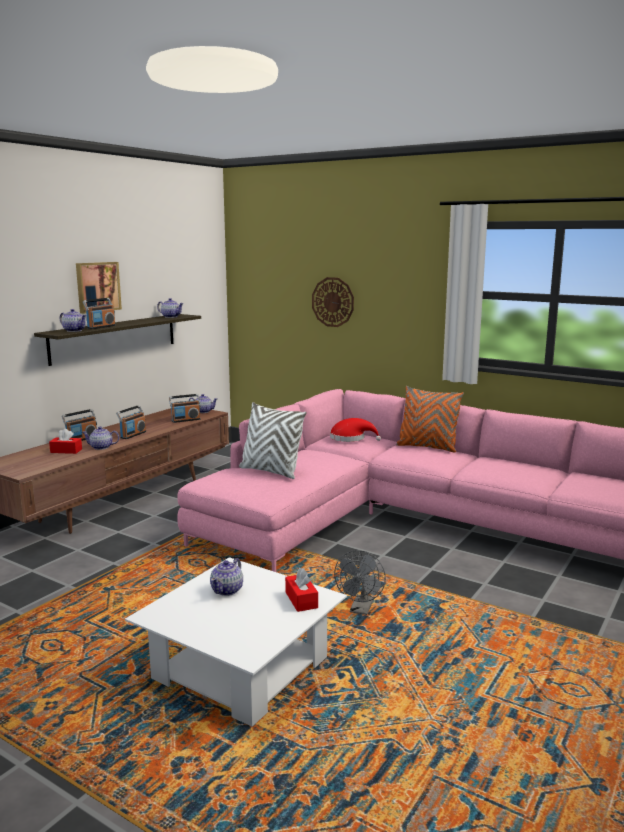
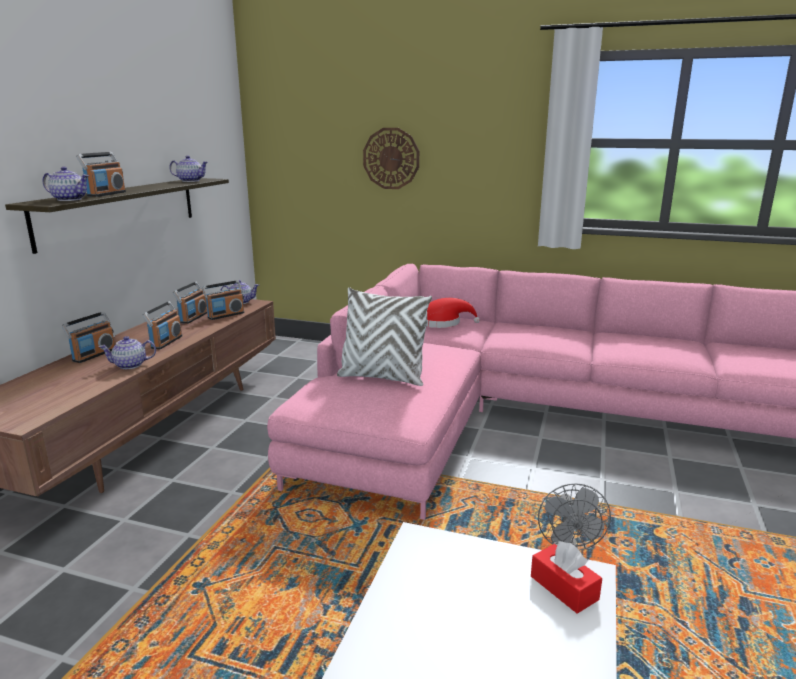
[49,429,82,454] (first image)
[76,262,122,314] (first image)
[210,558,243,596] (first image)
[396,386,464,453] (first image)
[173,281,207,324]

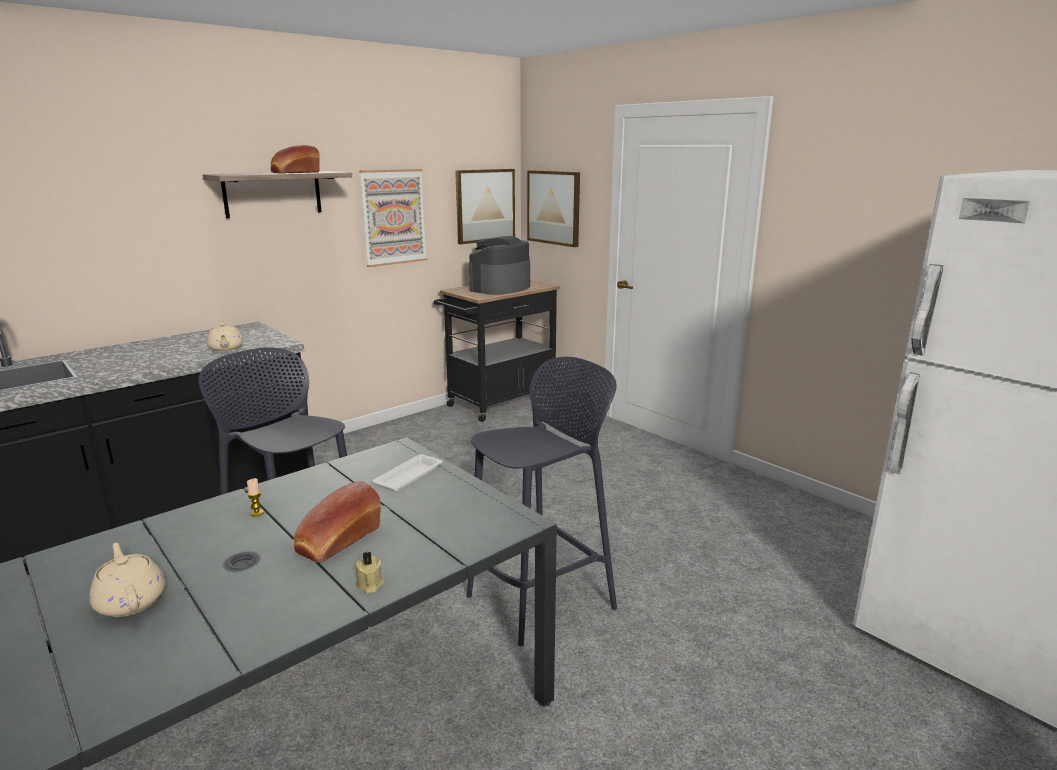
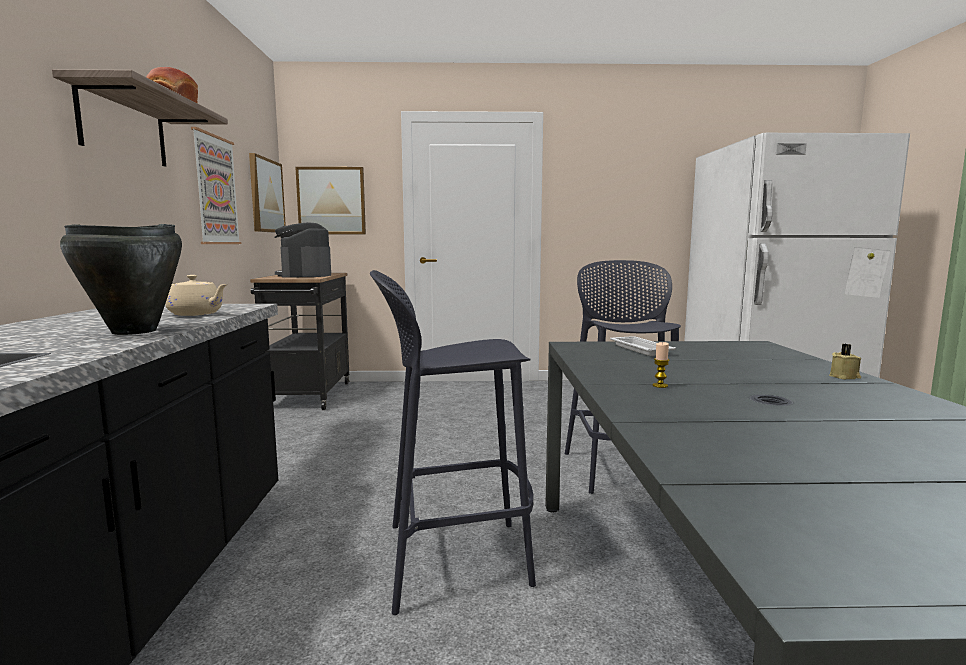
[89,543,166,617] (first image)
[294,481,381,563] (first image)
[60,224,182,335]

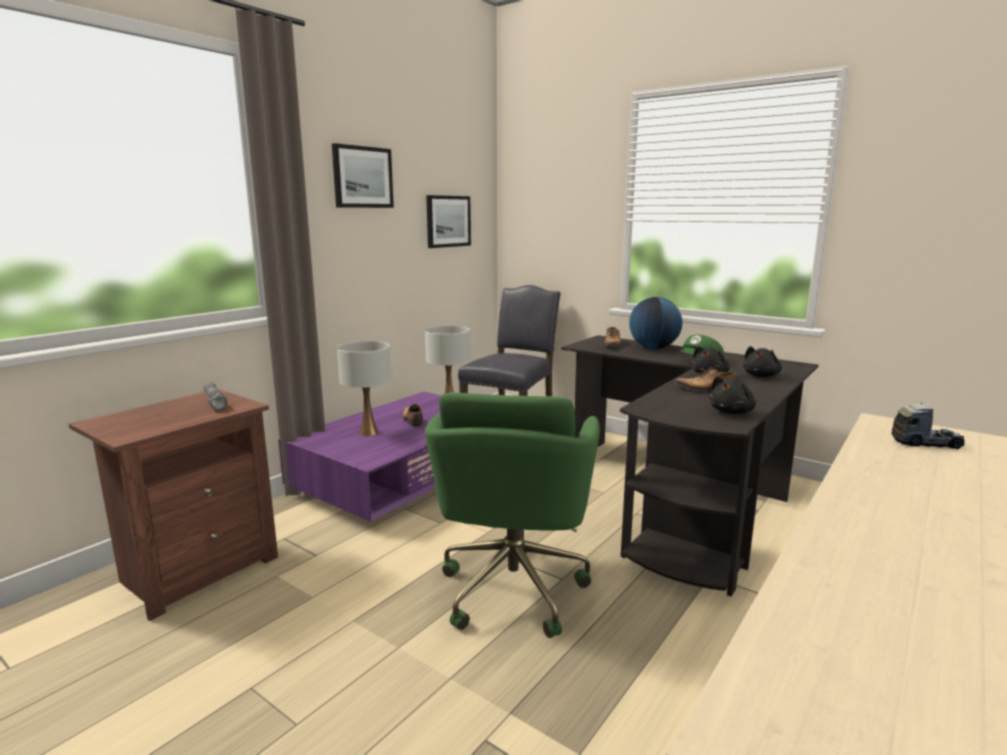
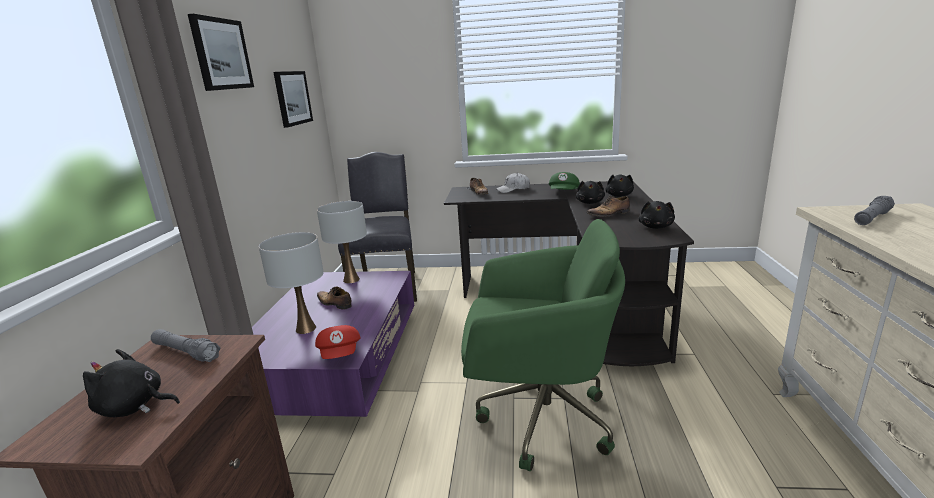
[461,219,625,471]
[496,173,530,193]
[854,196,895,225]
[83,349,180,417]
[315,325,361,359]

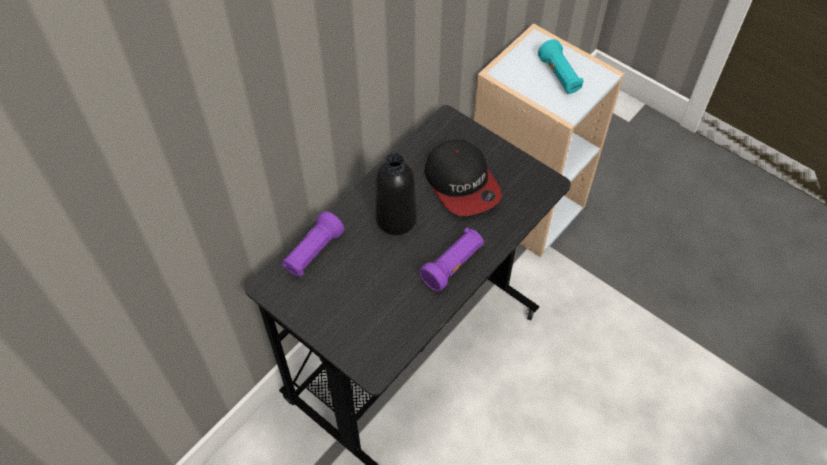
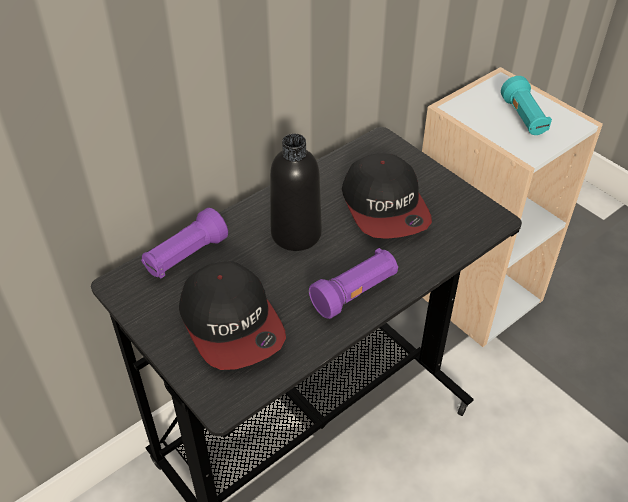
[179,261,286,370]

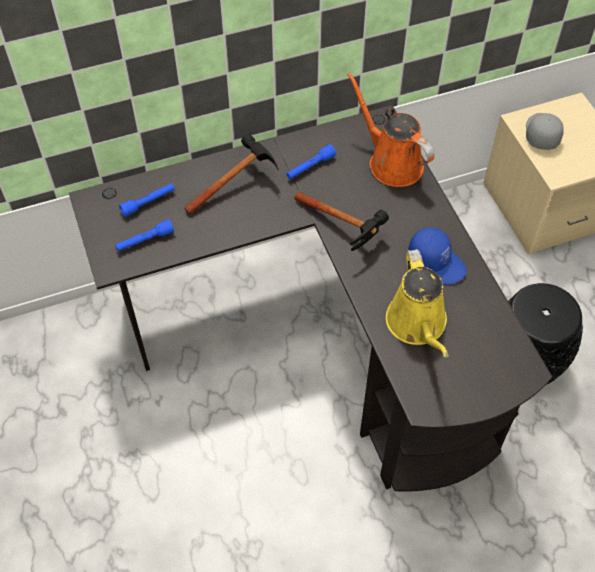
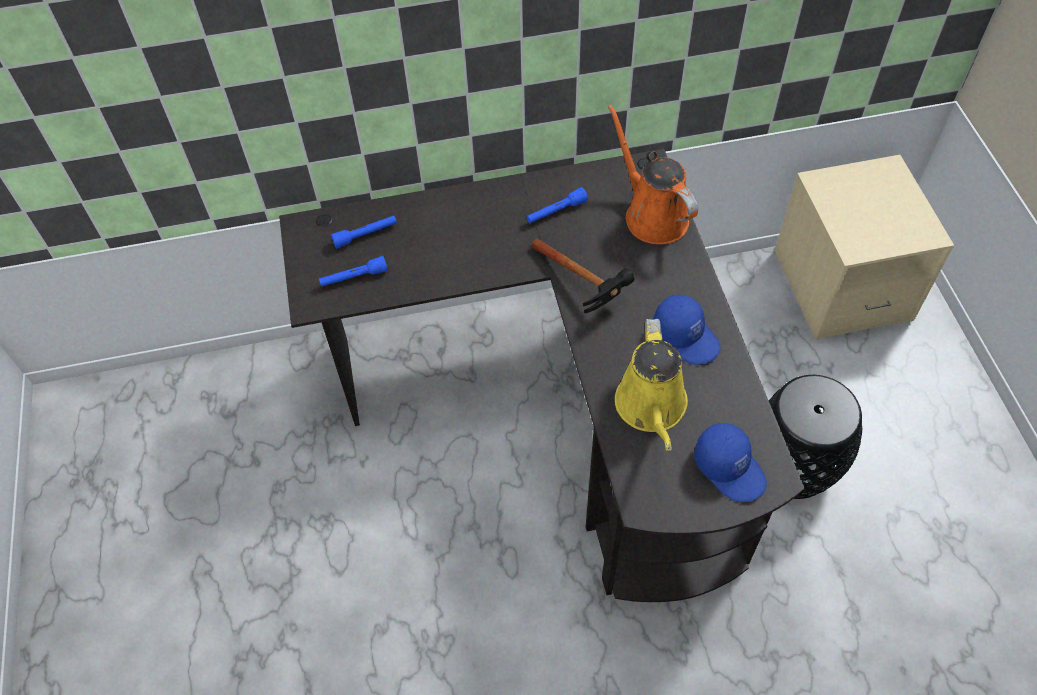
[184,134,279,215] (first image)
[526,113,564,150] (first image)
[694,423,767,502]

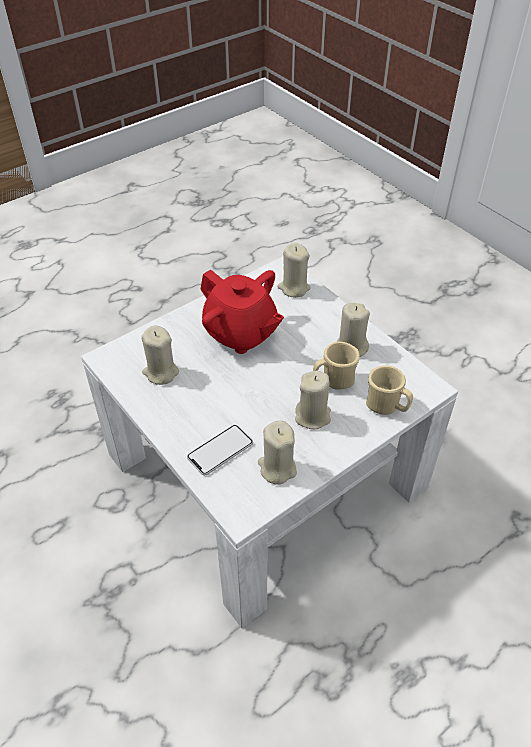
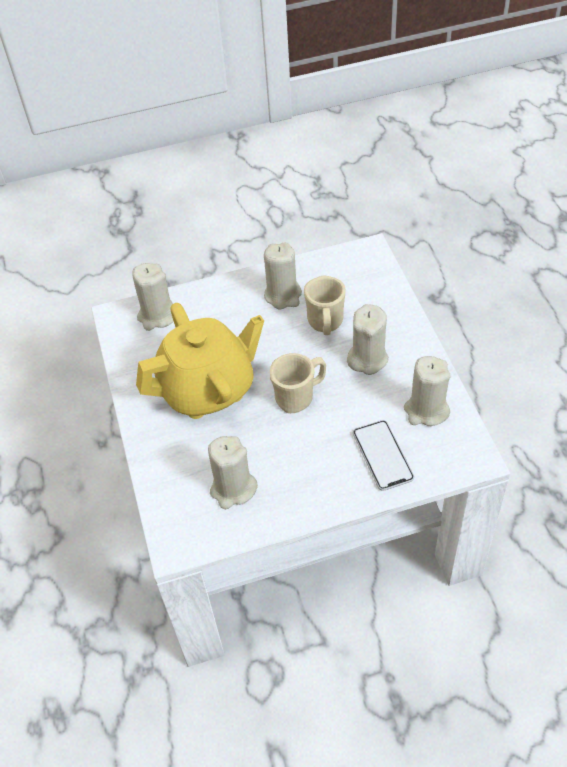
[136,303,264,419]
[270,353,326,413]

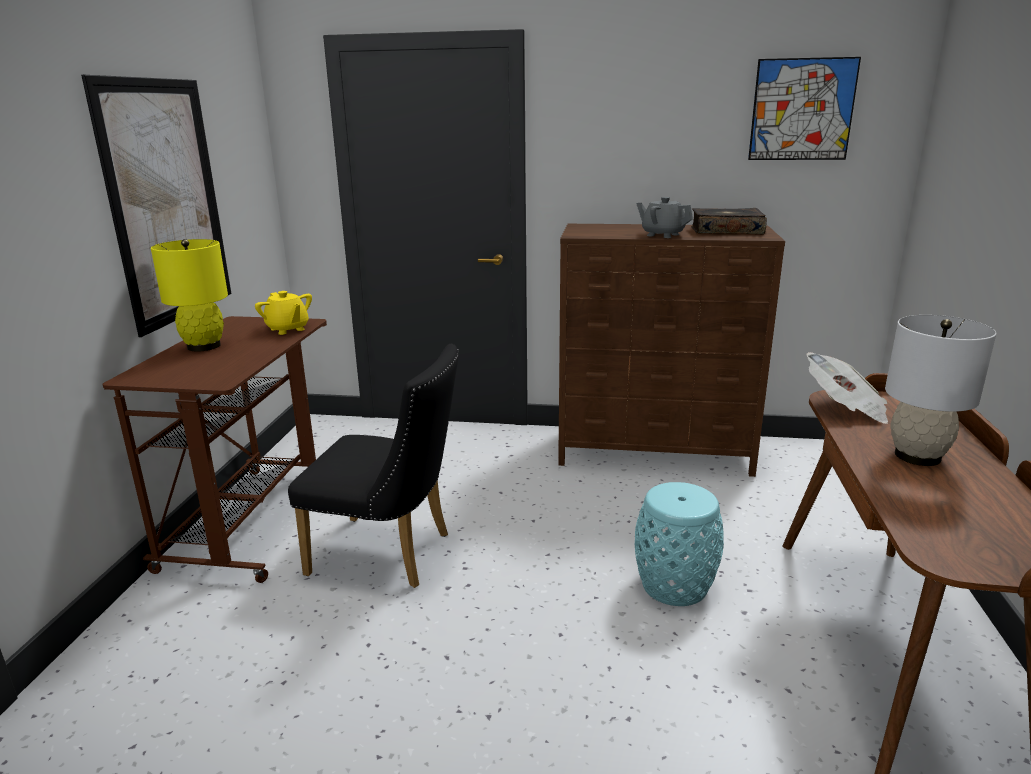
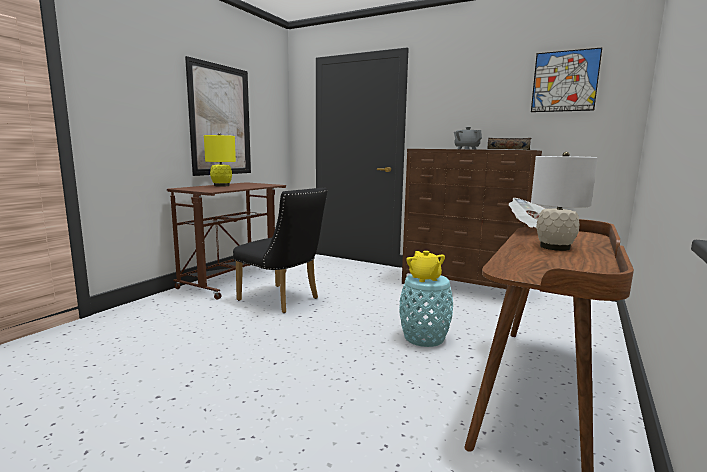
[406,251,445,282]

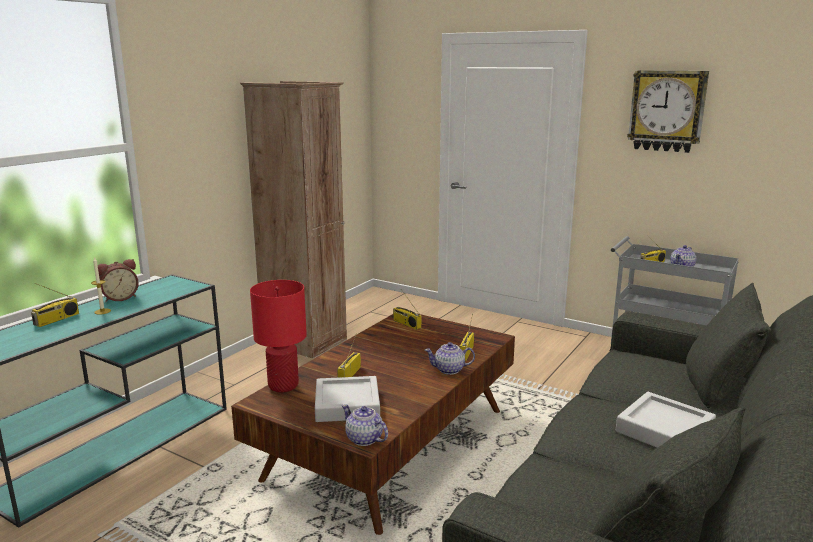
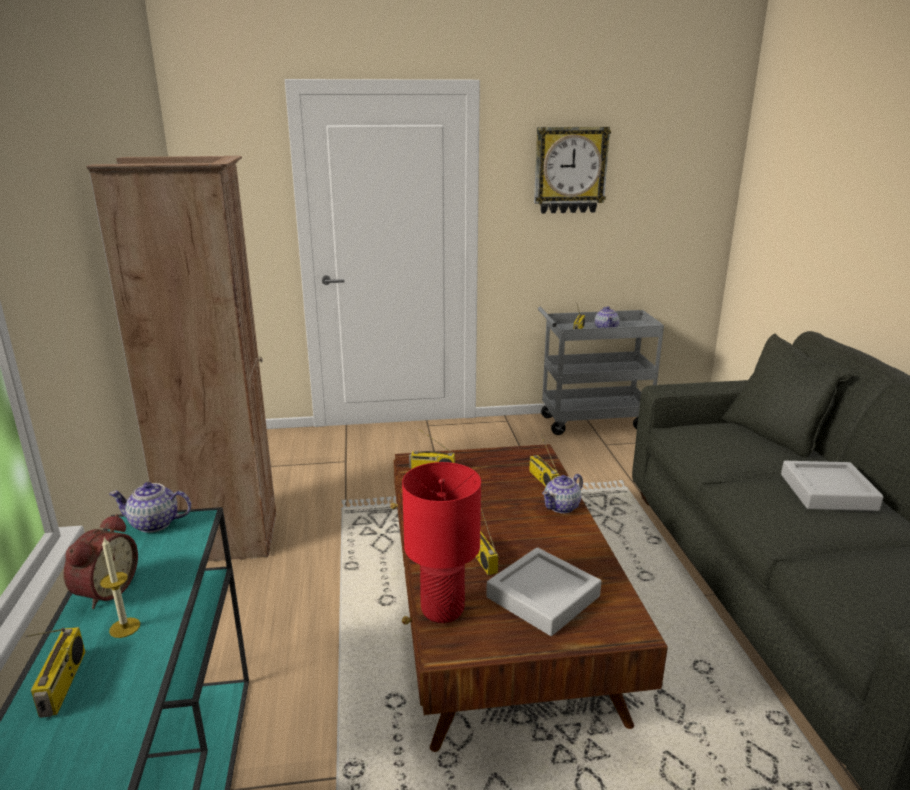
[109,482,191,533]

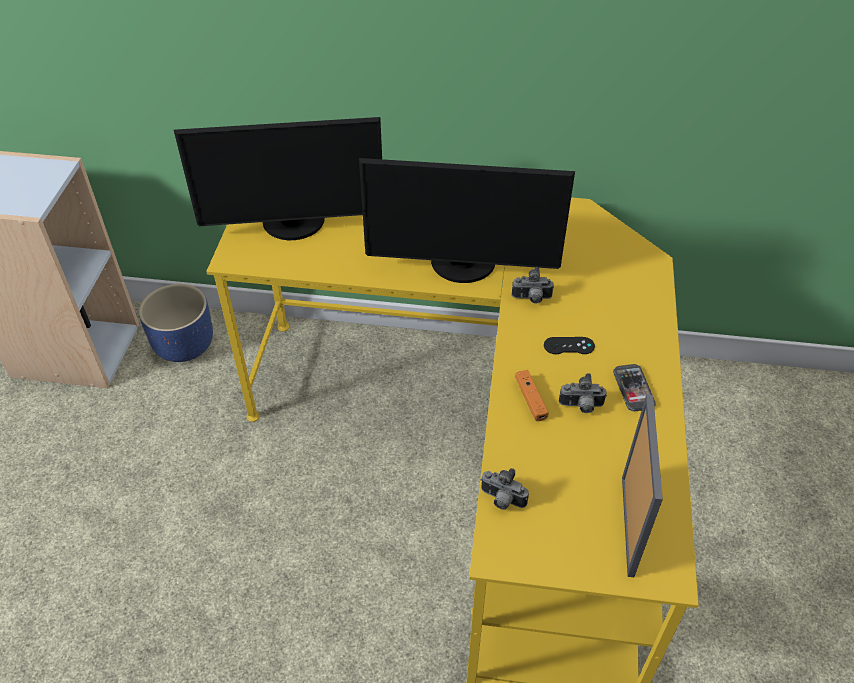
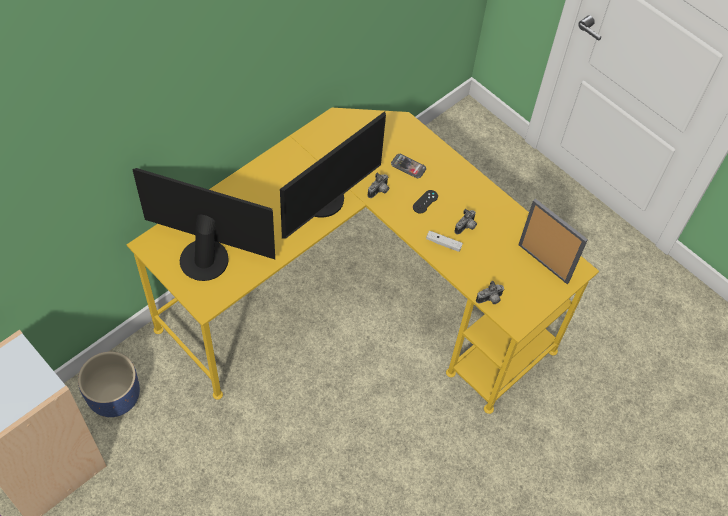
[132,168,275,281]
[426,231,463,252]
[391,154,426,178]

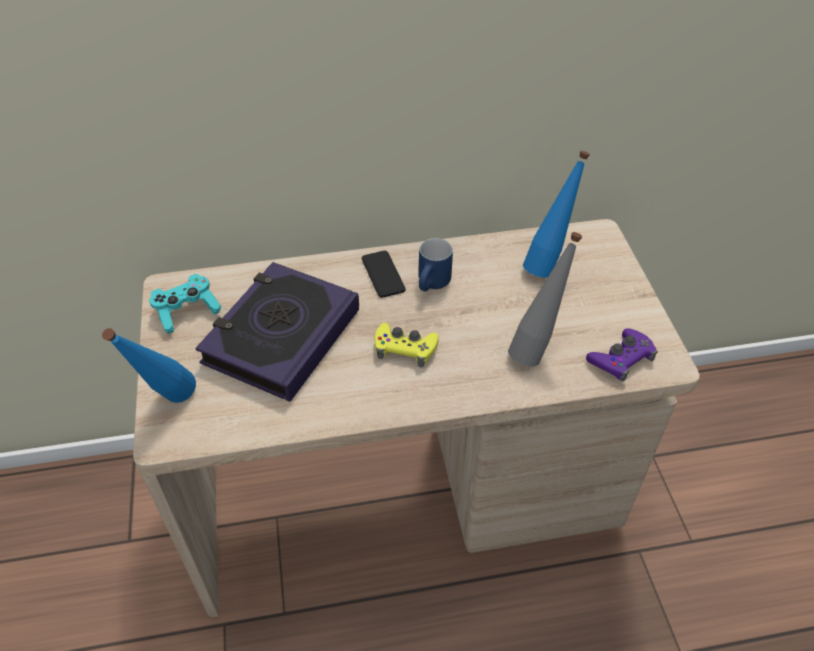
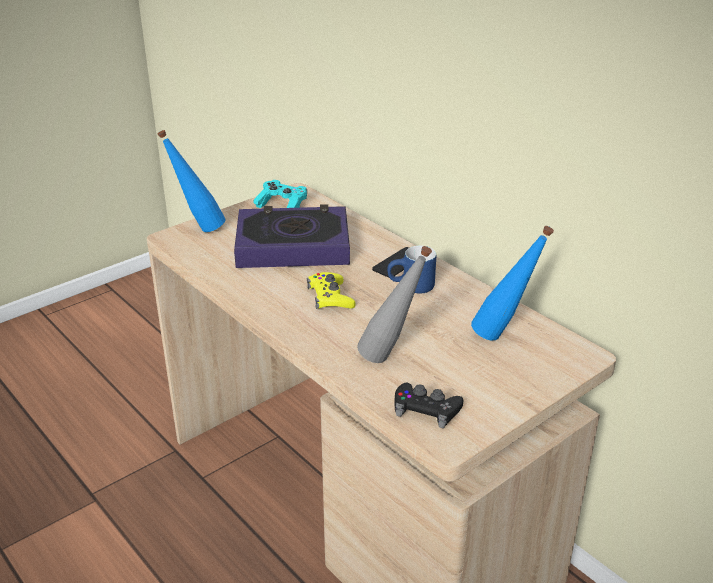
[395,383,463,428]

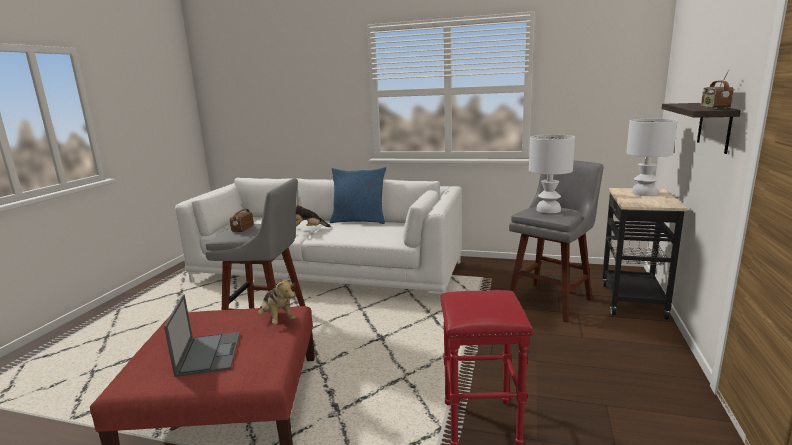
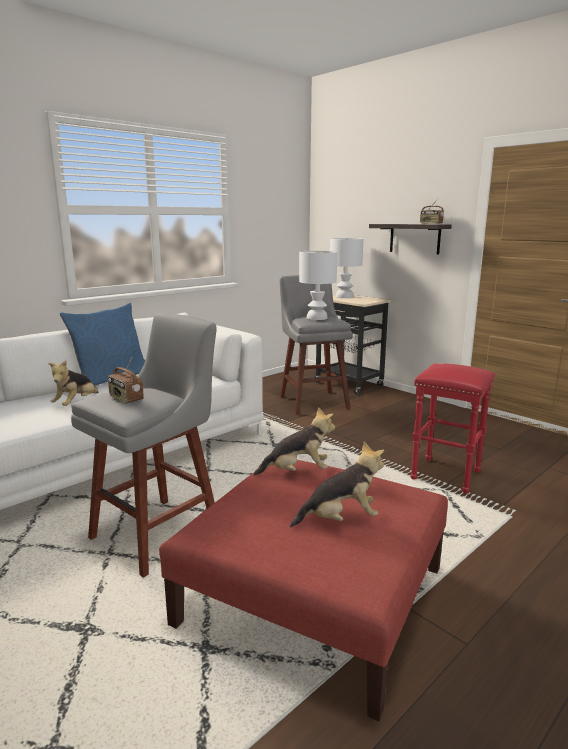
[290,442,384,527]

